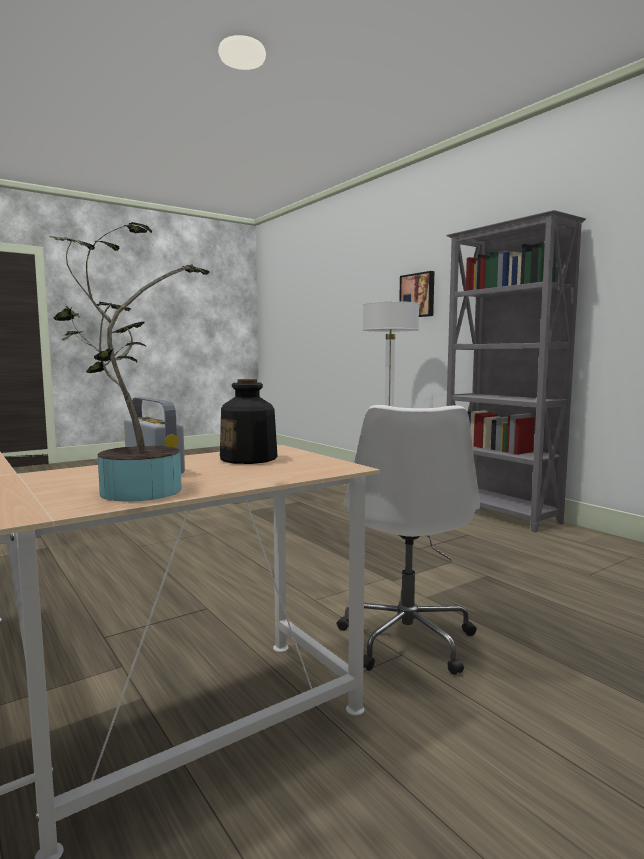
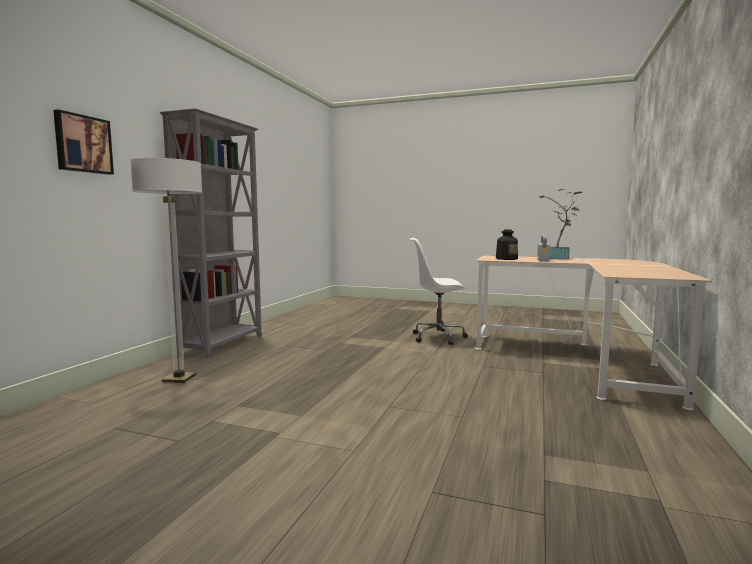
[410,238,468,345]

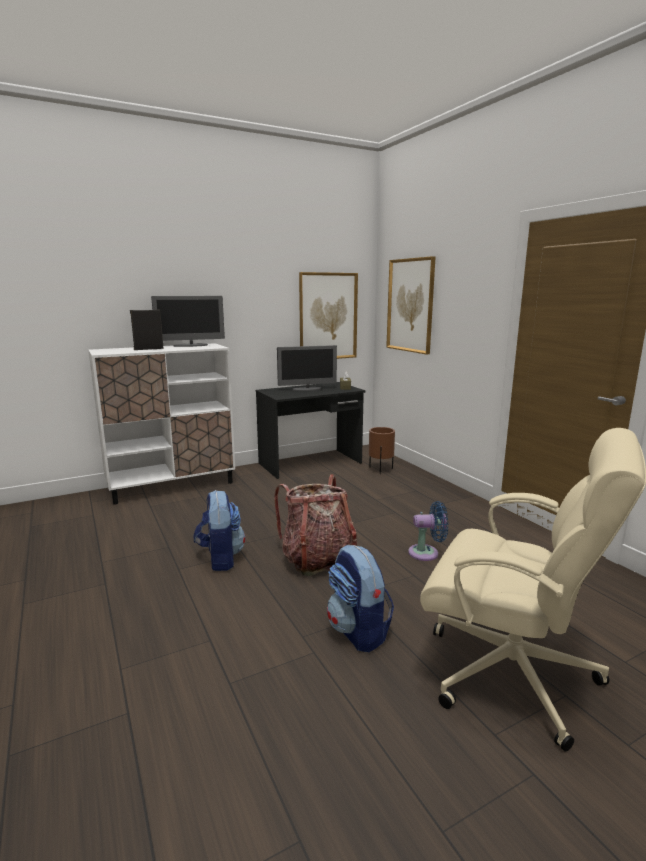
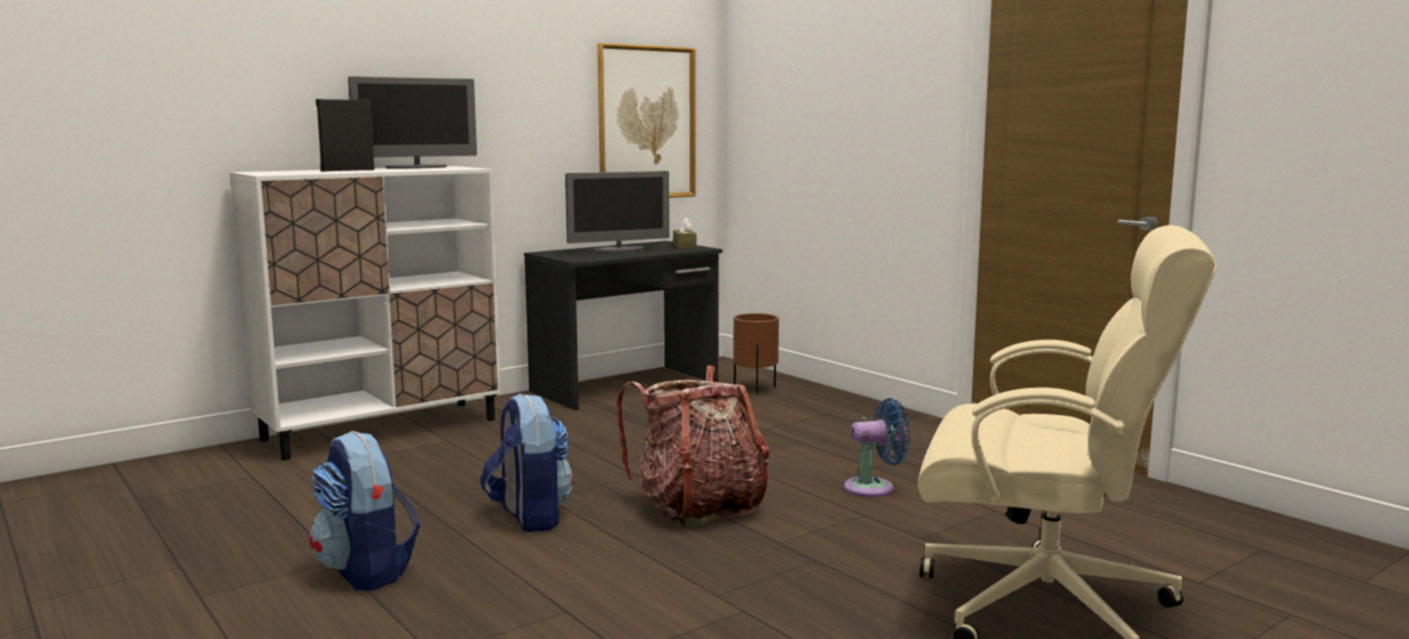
[310,431,420,591]
[386,256,436,355] (first image)

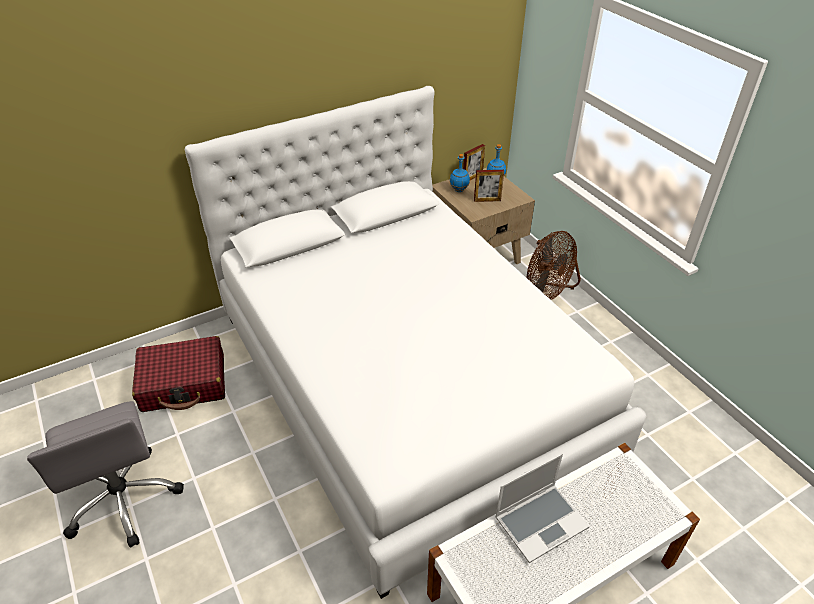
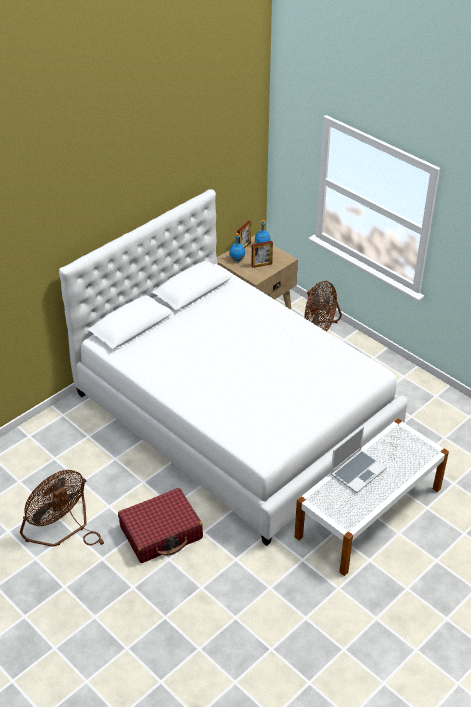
[20,470,104,547]
[118,488,203,563]

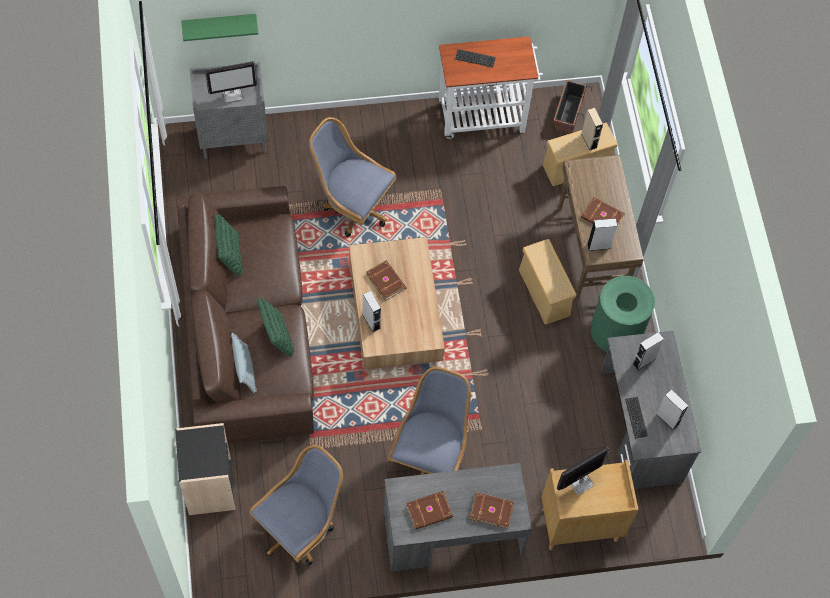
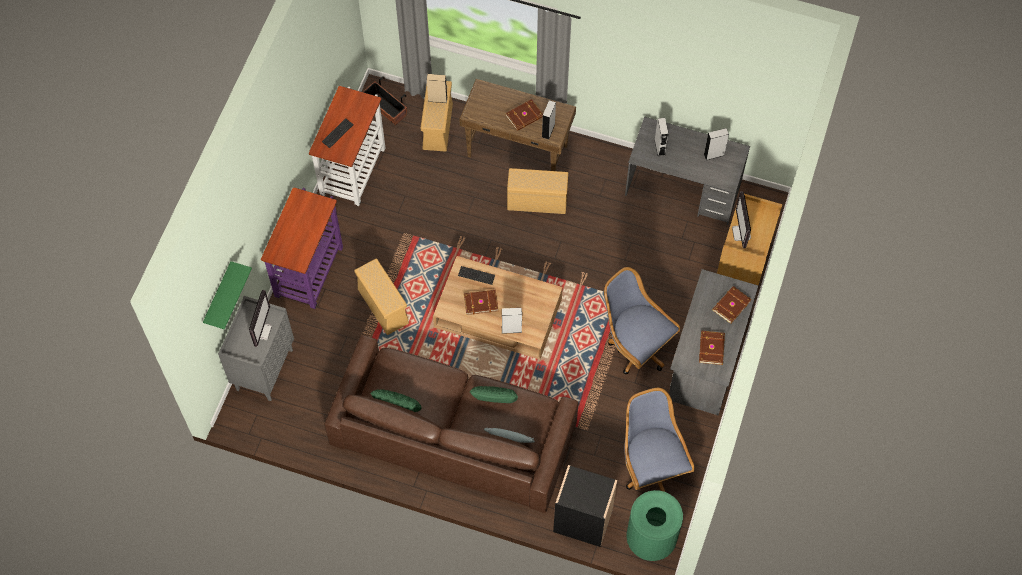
[354,259,409,335]
[627,490,683,561]
[458,266,495,285]
[261,187,343,309]

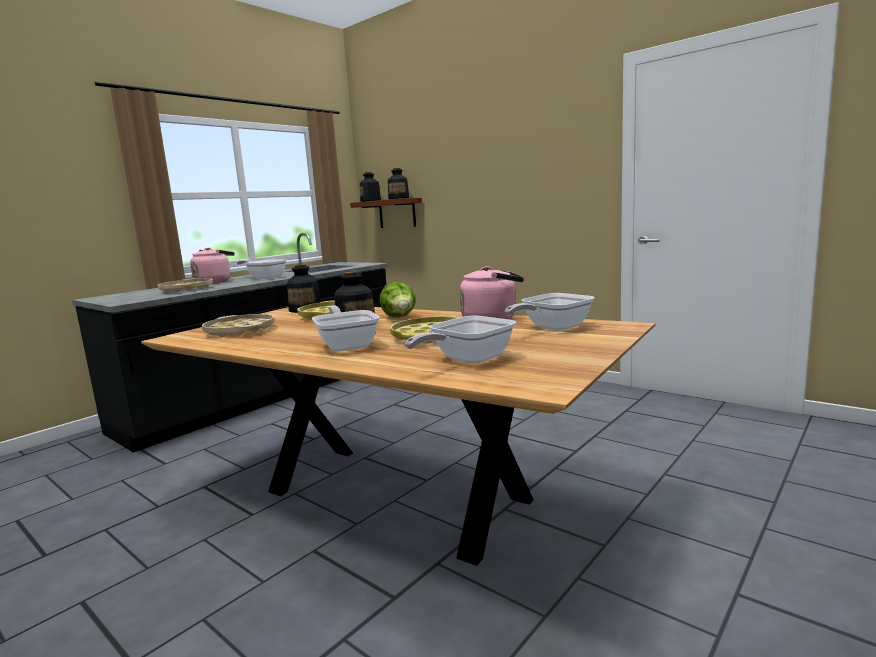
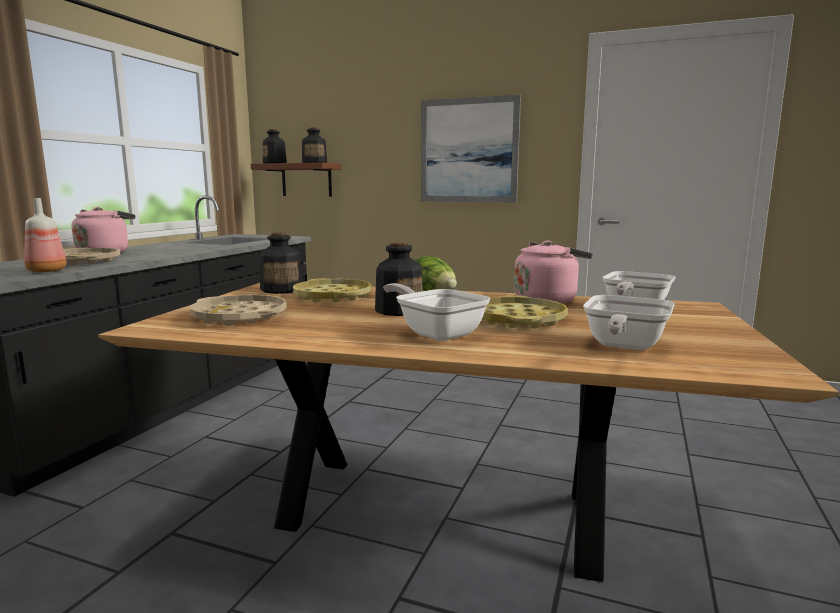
[237,259,287,279] (first image)
[24,198,67,272]
[421,95,521,202]

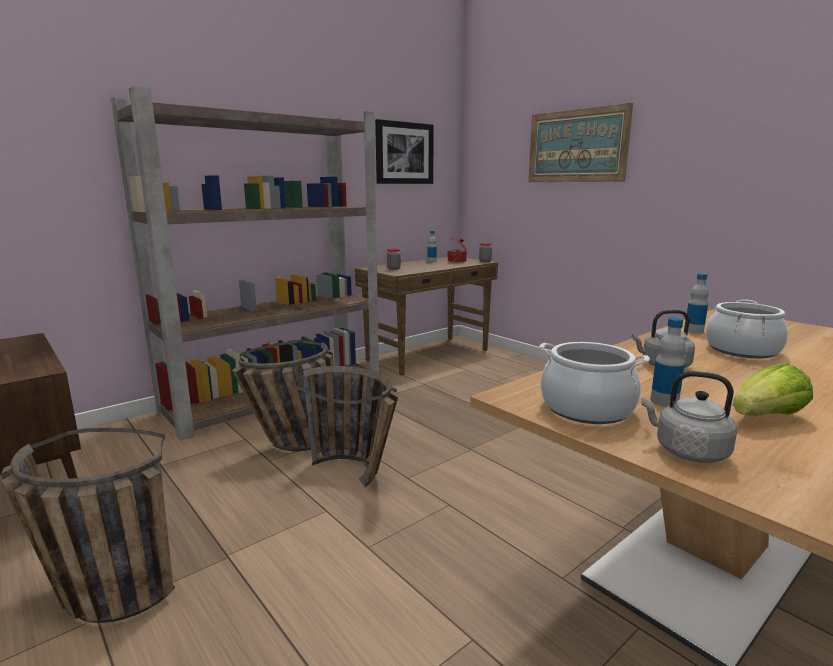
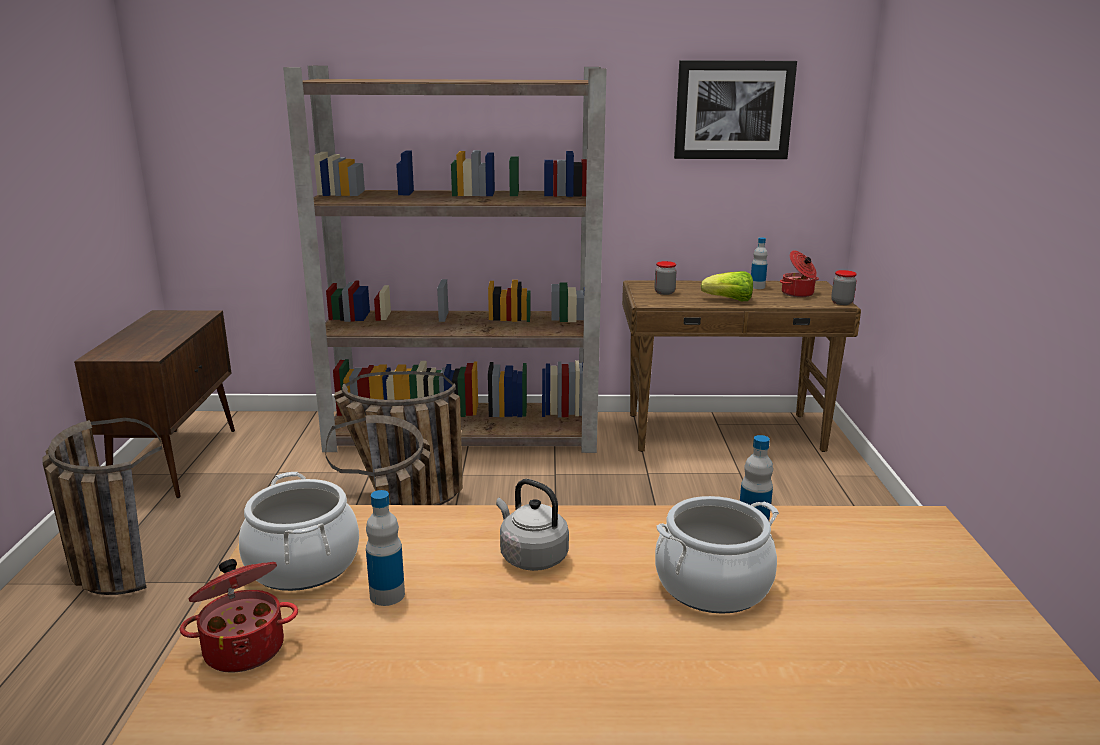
[528,103,633,182] (first image)
[180,559,298,673]
[701,271,753,301]

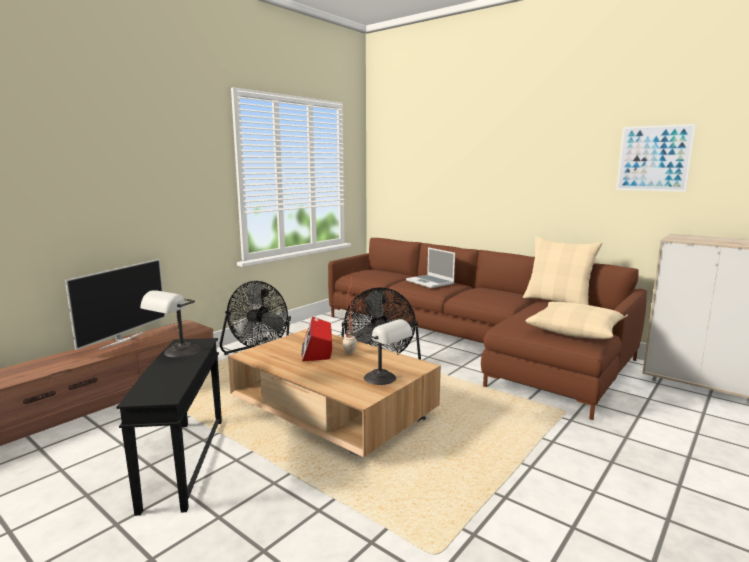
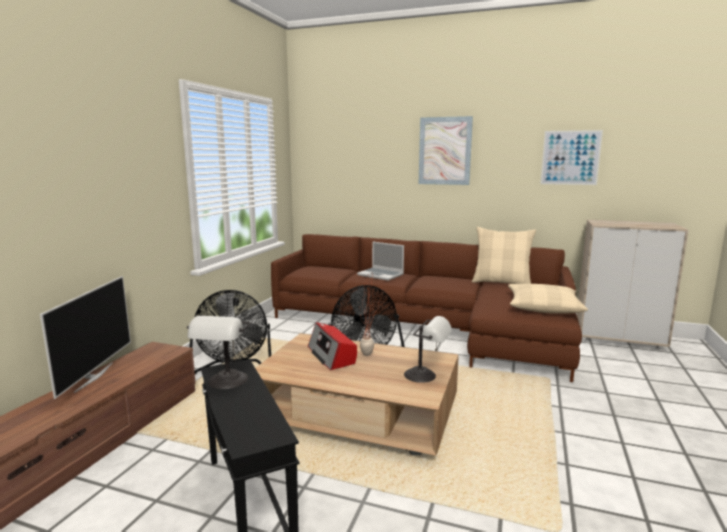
[419,116,473,185]

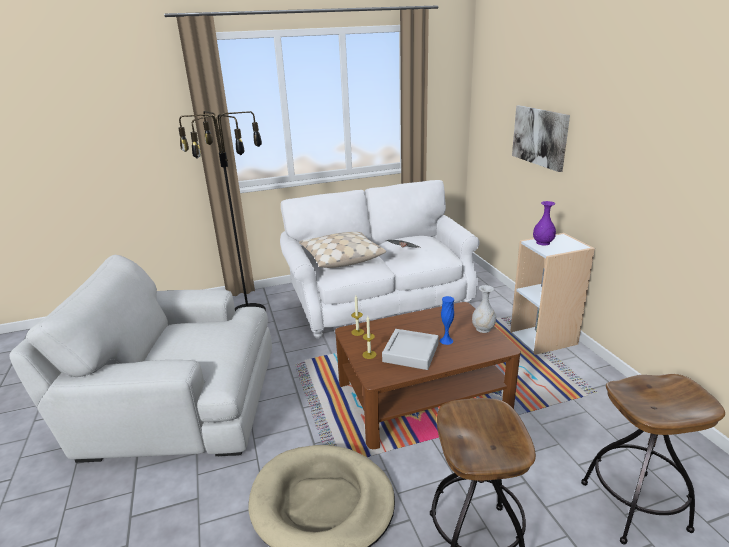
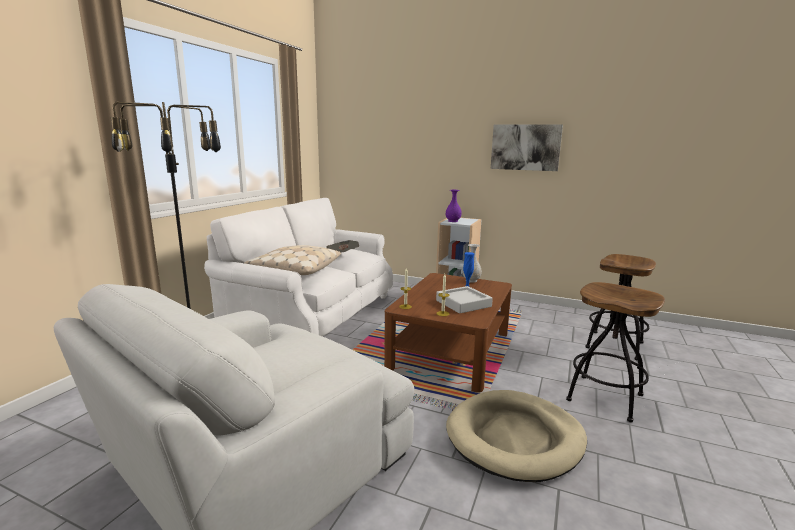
[491,124,563,171]

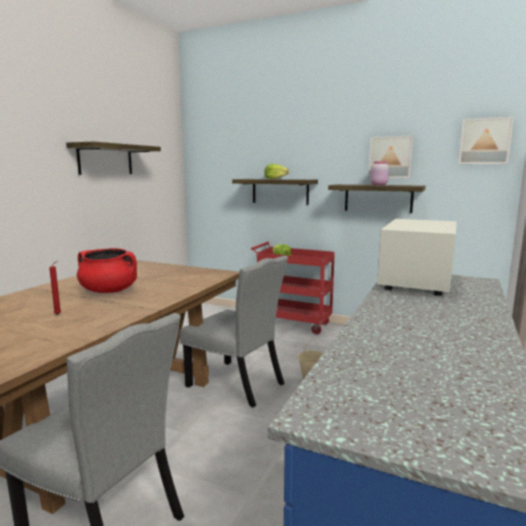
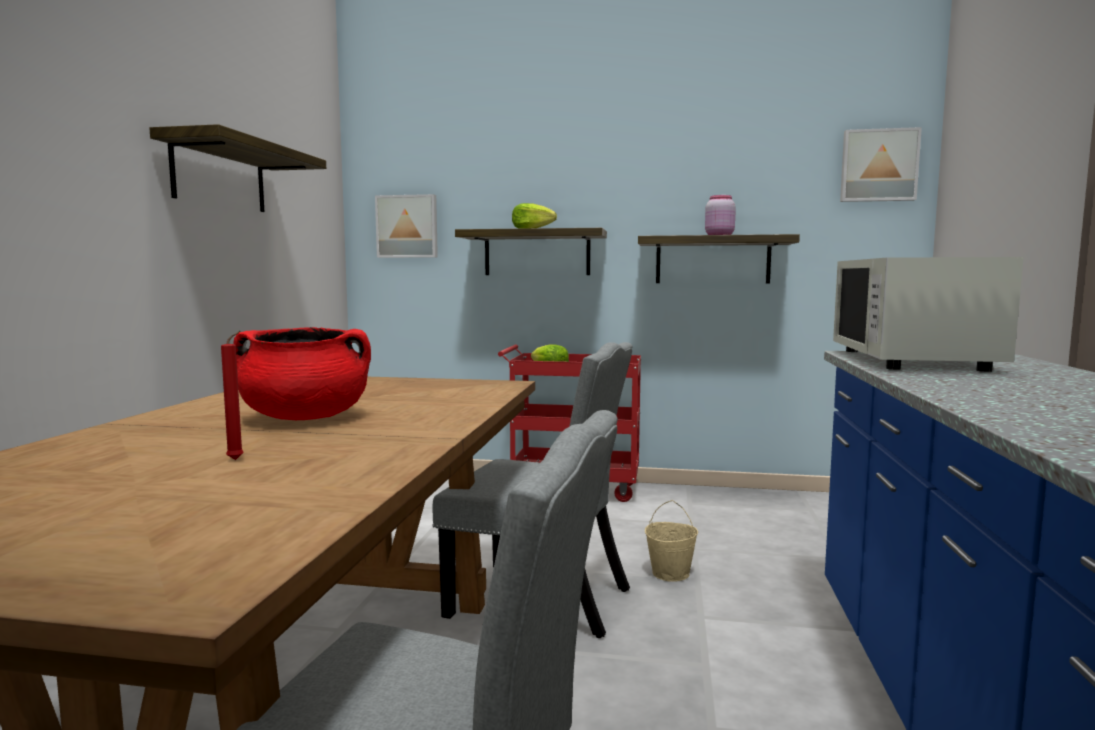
[375,194,438,258]

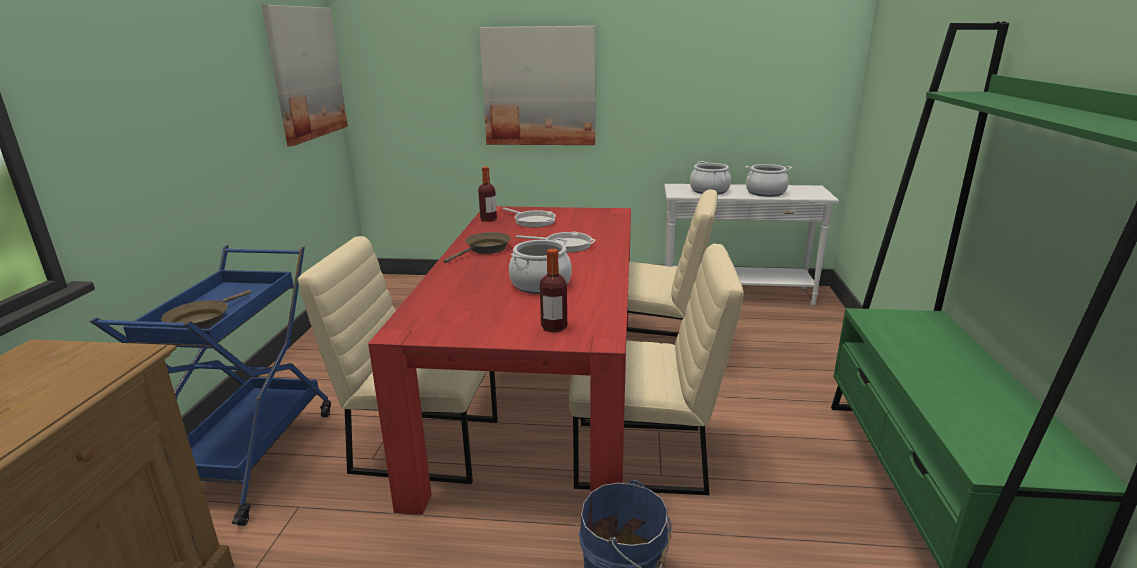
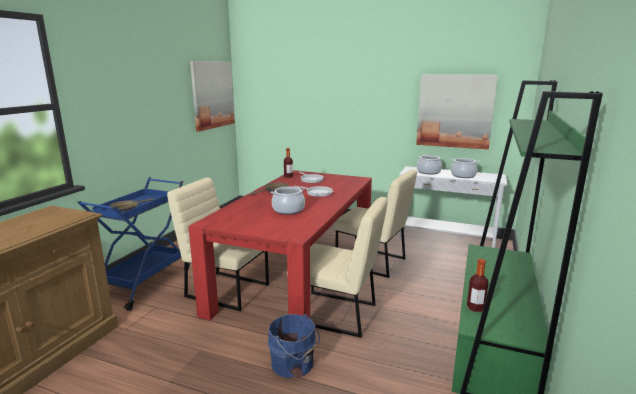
[416,74,498,149]
[467,259,489,312]

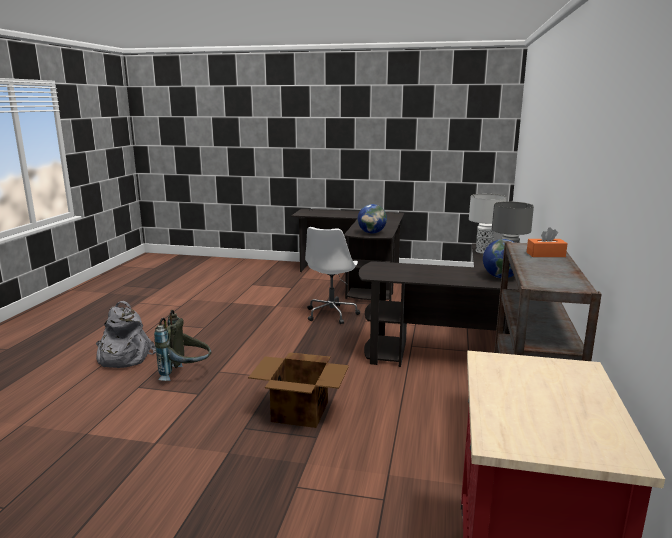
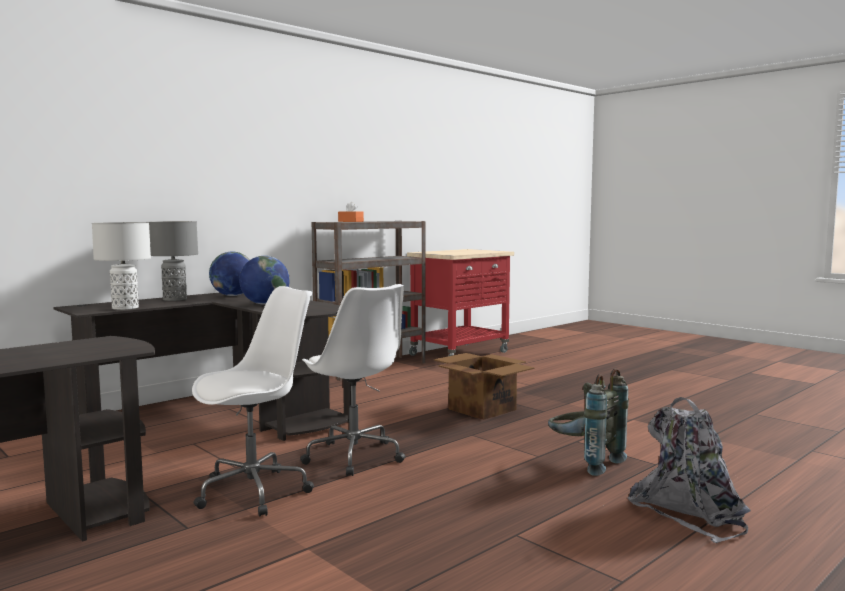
[239,256,290,305]
[300,284,406,476]

